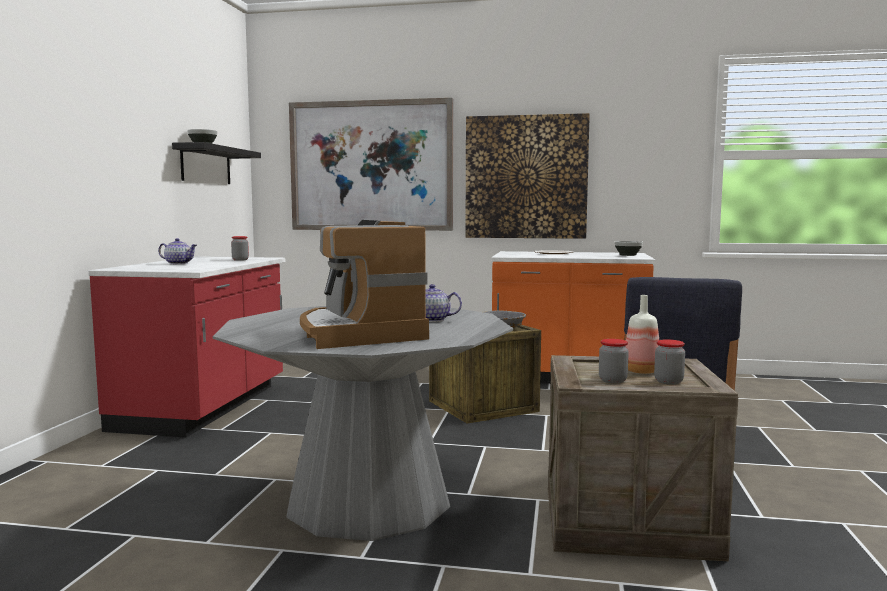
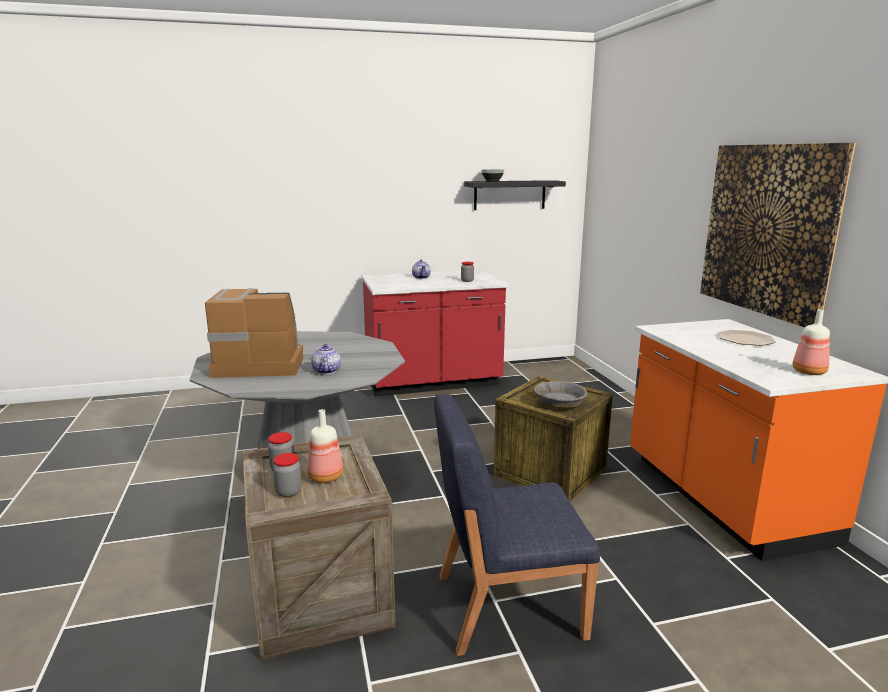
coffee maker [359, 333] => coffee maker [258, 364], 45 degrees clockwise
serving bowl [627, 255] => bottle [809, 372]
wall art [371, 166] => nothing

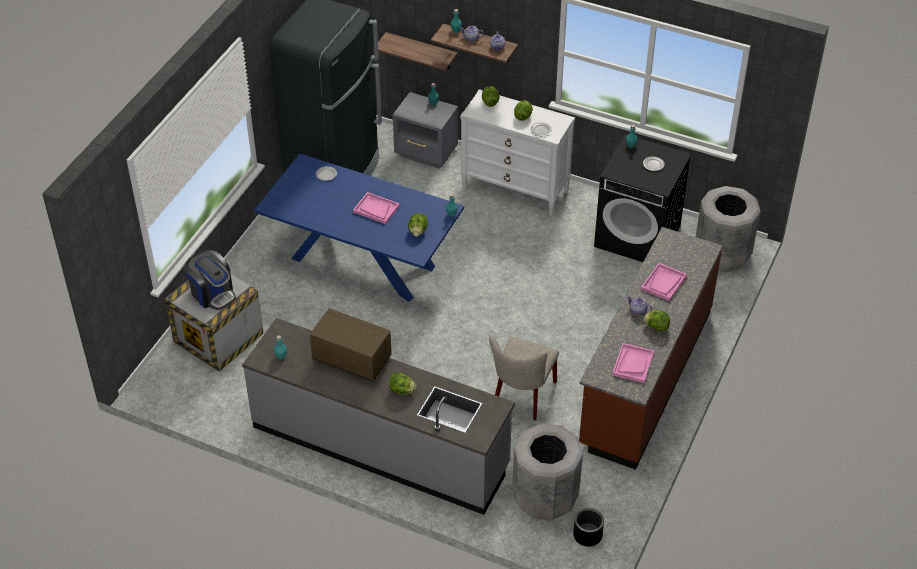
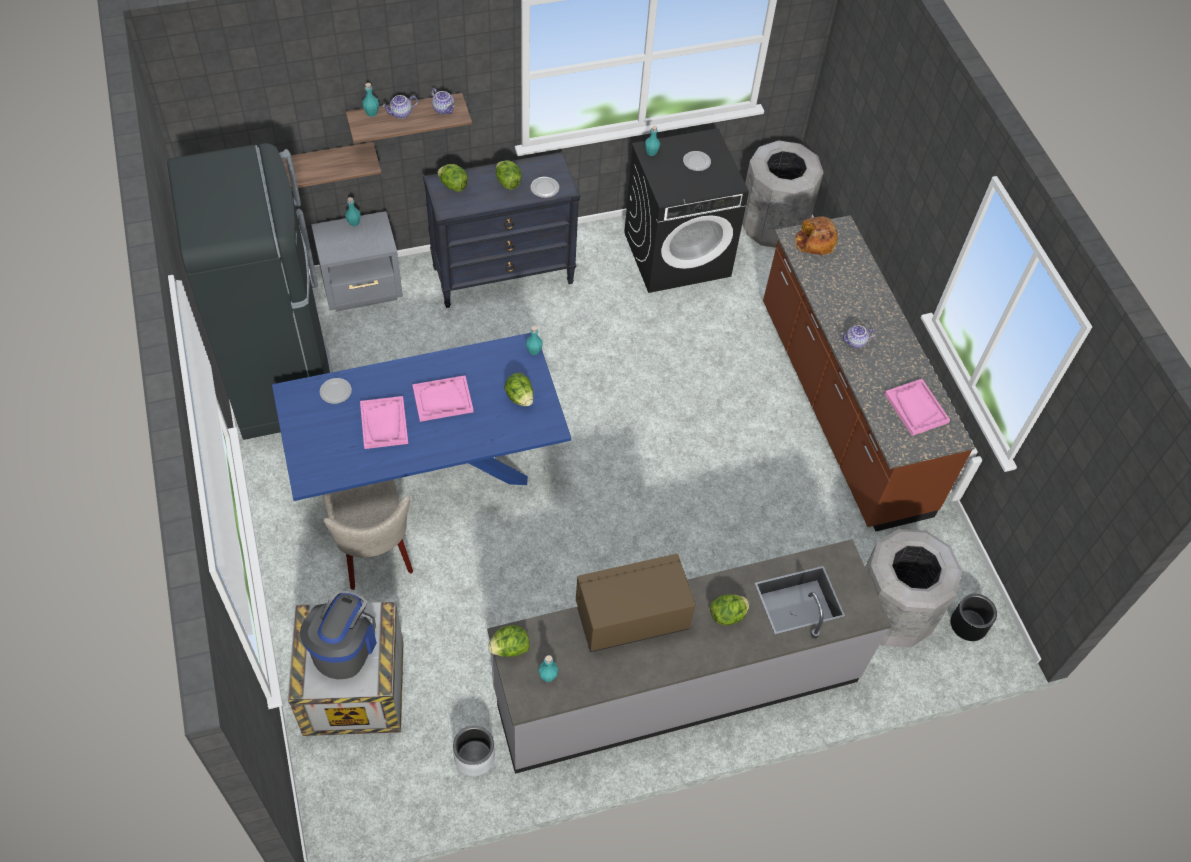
coffee maker [212, 293] => coffee maker [344, 647], 75 degrees counterclockwise
beige plain chair [522, 397] => beige plain chair [375, 554], shifted
pink-coloured serving tray [663, 283] => pink-coloured serving tray [384, 423], shifted
whitish chest of drawers [515, 189] => black-coloured chest of drawers [504, 275]
nothing => grey flower pot [474, 757]
lettuce [656, 327] => lettuce [509, 648], shifted
nothing => bread [814, 242]

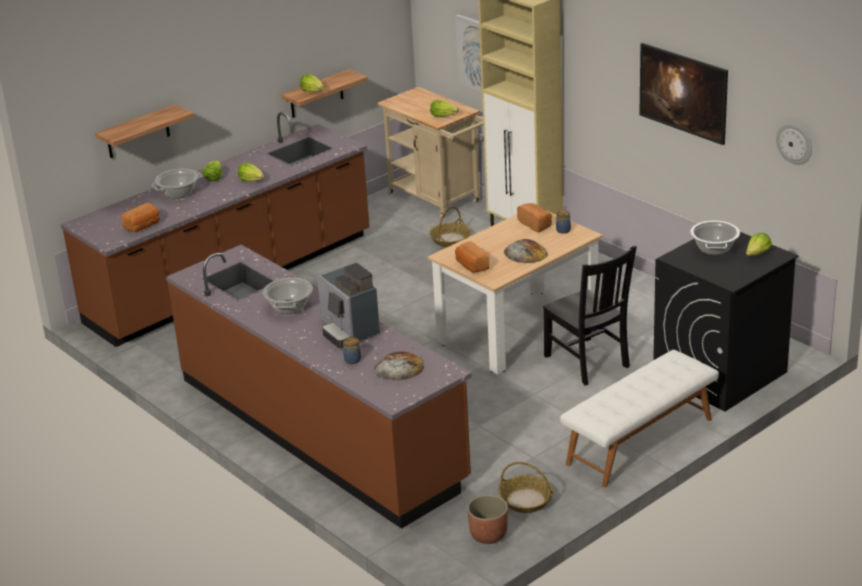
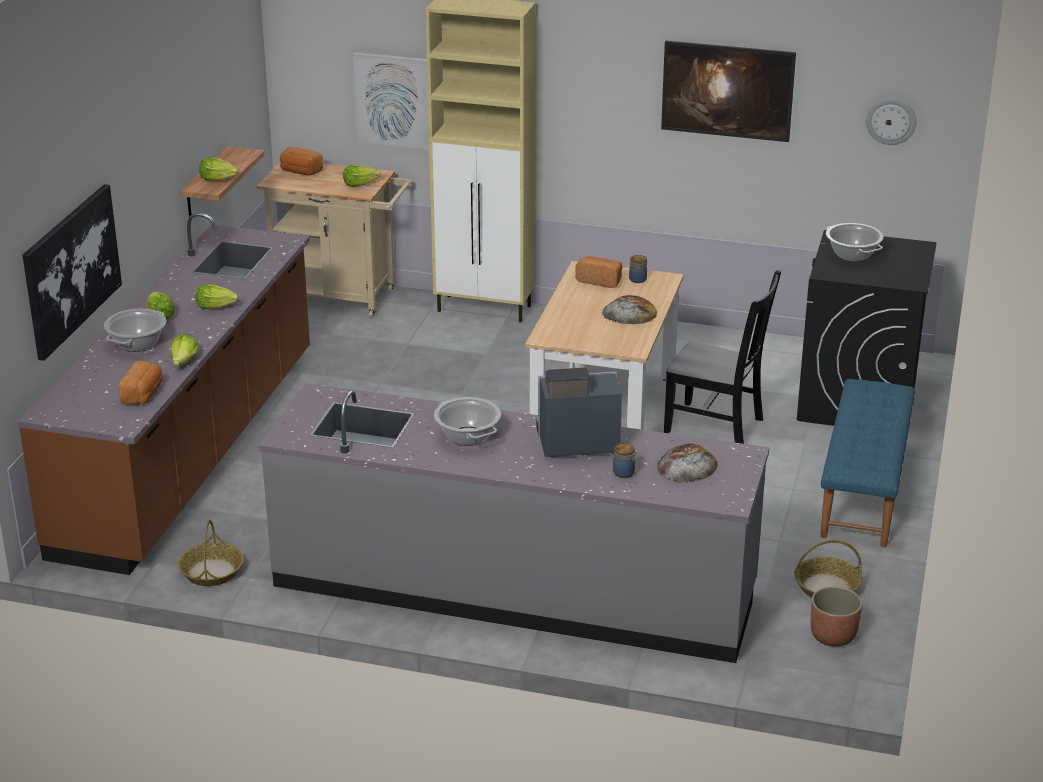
shelf [137, 132] => wall art [71, 270]
lettuce [757, 254] => lettuce [184, 361], shifted
storage basket [450, 239] => storage basket [211, 571], shifted
brown-coloured kitchen base unit [321, 429] => grey kitchen base unit [514, 588]
bread [471, 266] => bread [300, 171], shifted
coffee maker [348, 331] => coffee maker [574, 443], 150 degrees clockwise
whitish long seat [640, 442] => blue-coloured long seat [864, 490]

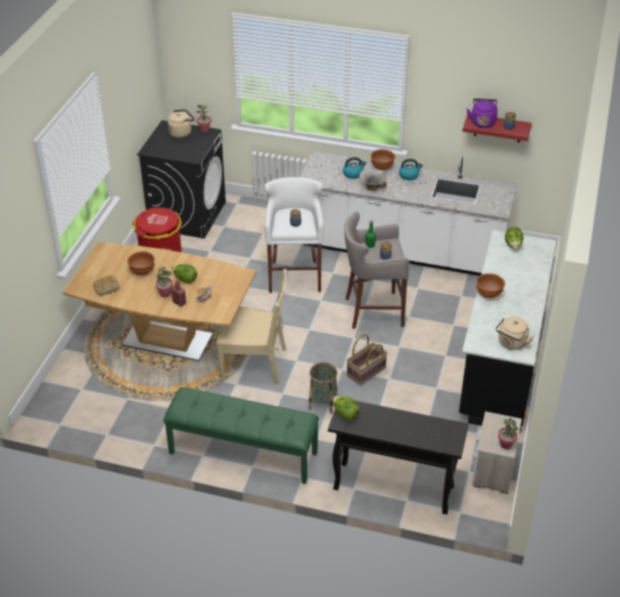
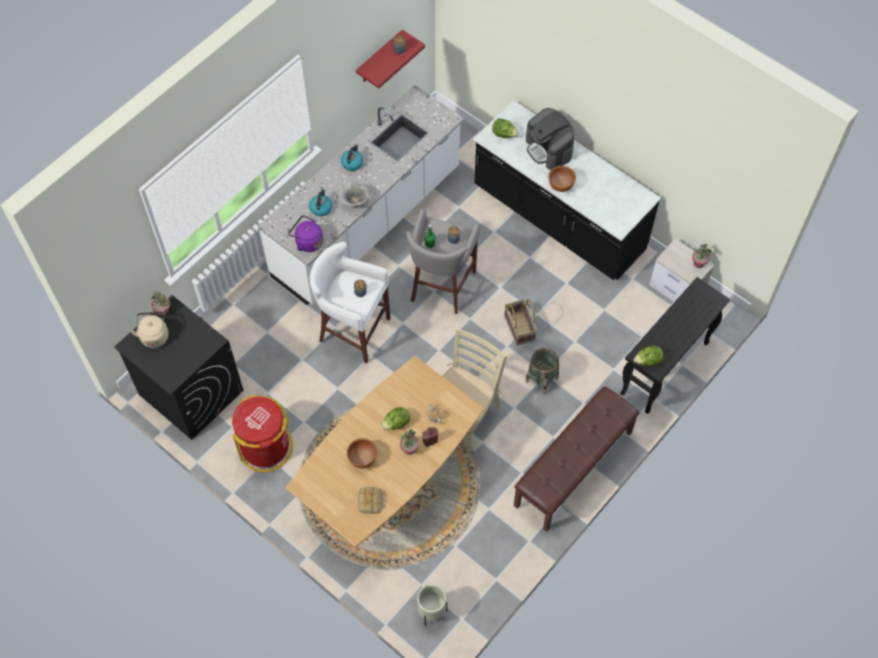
purple water kettle [482, 122] => purple water kettle [307, 242], shifted
nothing => beige flower pot [431, 612]
greenish long seat [242, 453] => brown-coloured long seat [574, 469]
nothing => coffee maker [549, 149]
brown-coloured serving bowl [382, 168] => nothing
beige water kettle [511, 343] => nothing

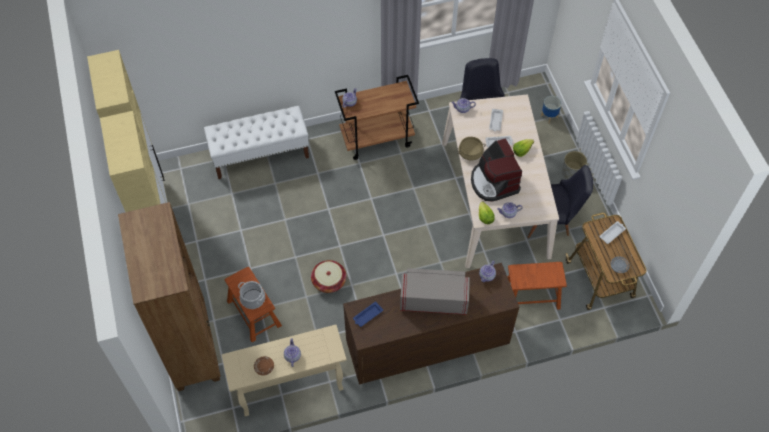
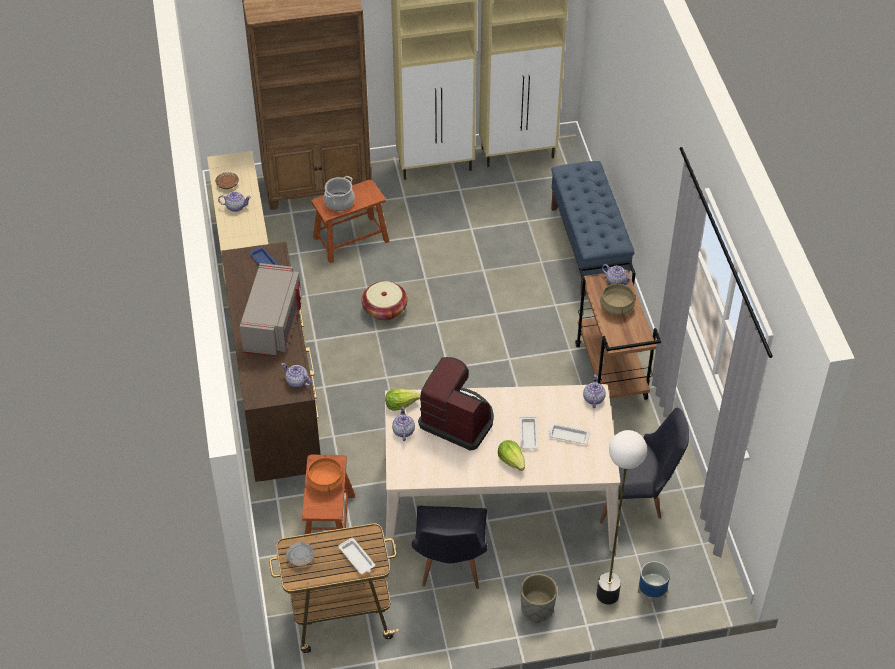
nothing => orange saucepot [326, 482]
coffee maker [493, 182] => coffee maker [458, 420], 45 degrees clockwise
whitish long seat [260, 154] => blue-coloured long seat [588, 248]
nothing => standing lamp [607, 595]
beige saucepot [470, 153] => beige saucepot [616, 307], shifted

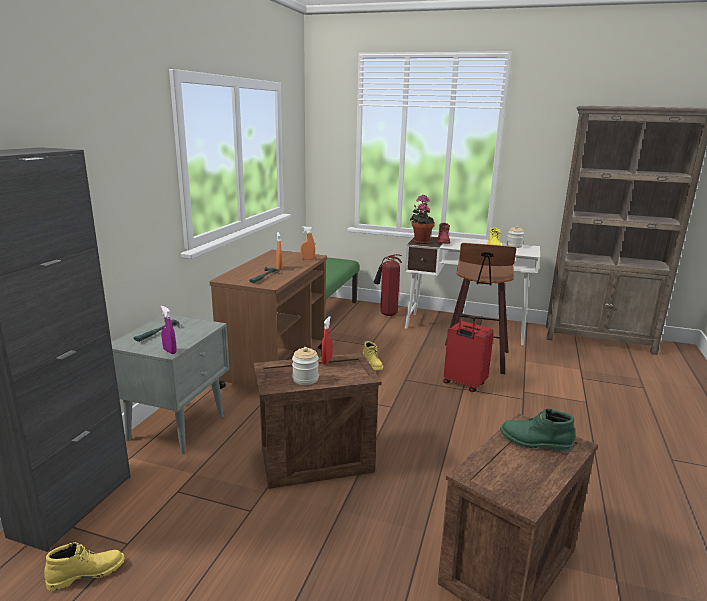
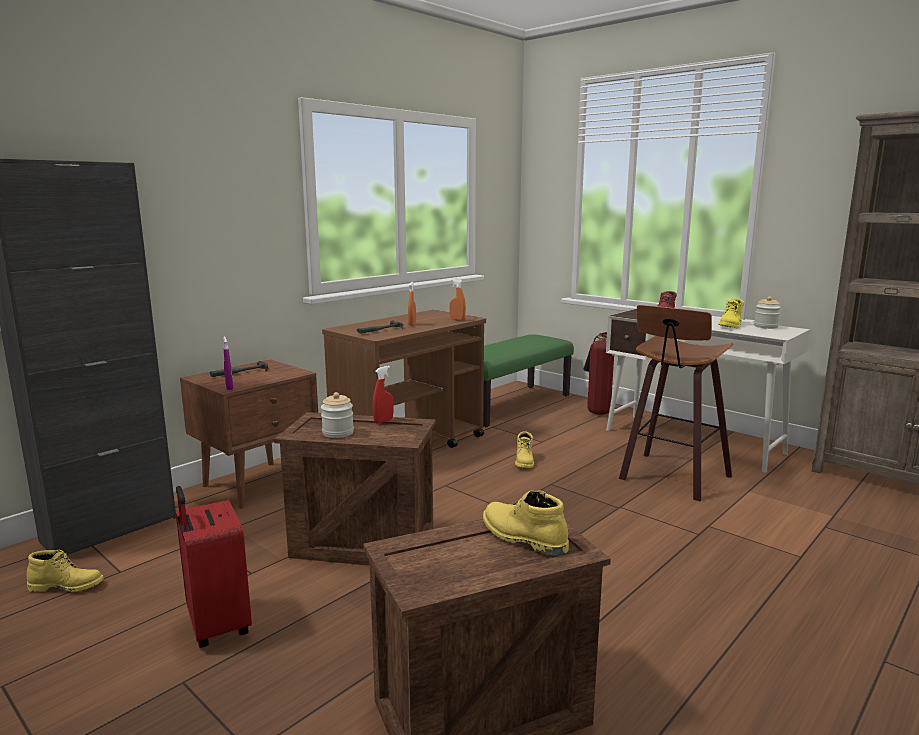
reddish travel case [464, 384] => reddish travel case [216, 626], shifted
grey nightstand [178, 426] => brown-coloured nightstand [259, 484]
greenish tall boot [535, 442] => yellow-coloured tall boot [522, 537]
potted plant [420, 241] => nothing

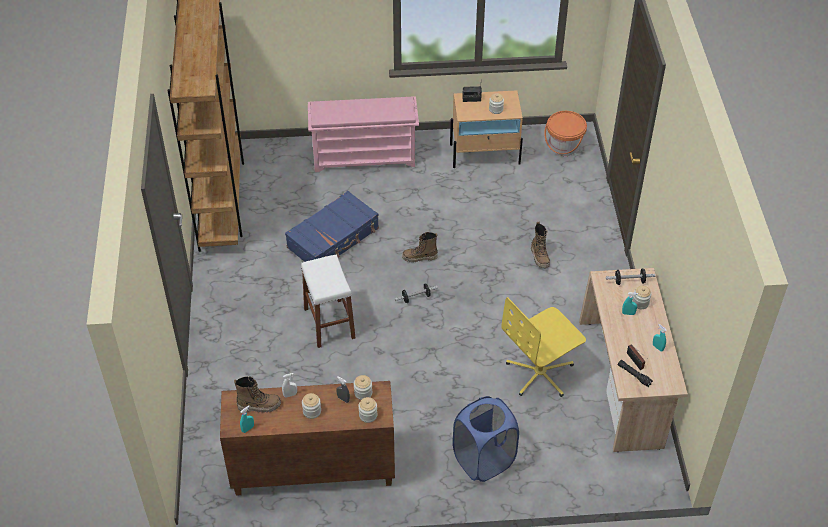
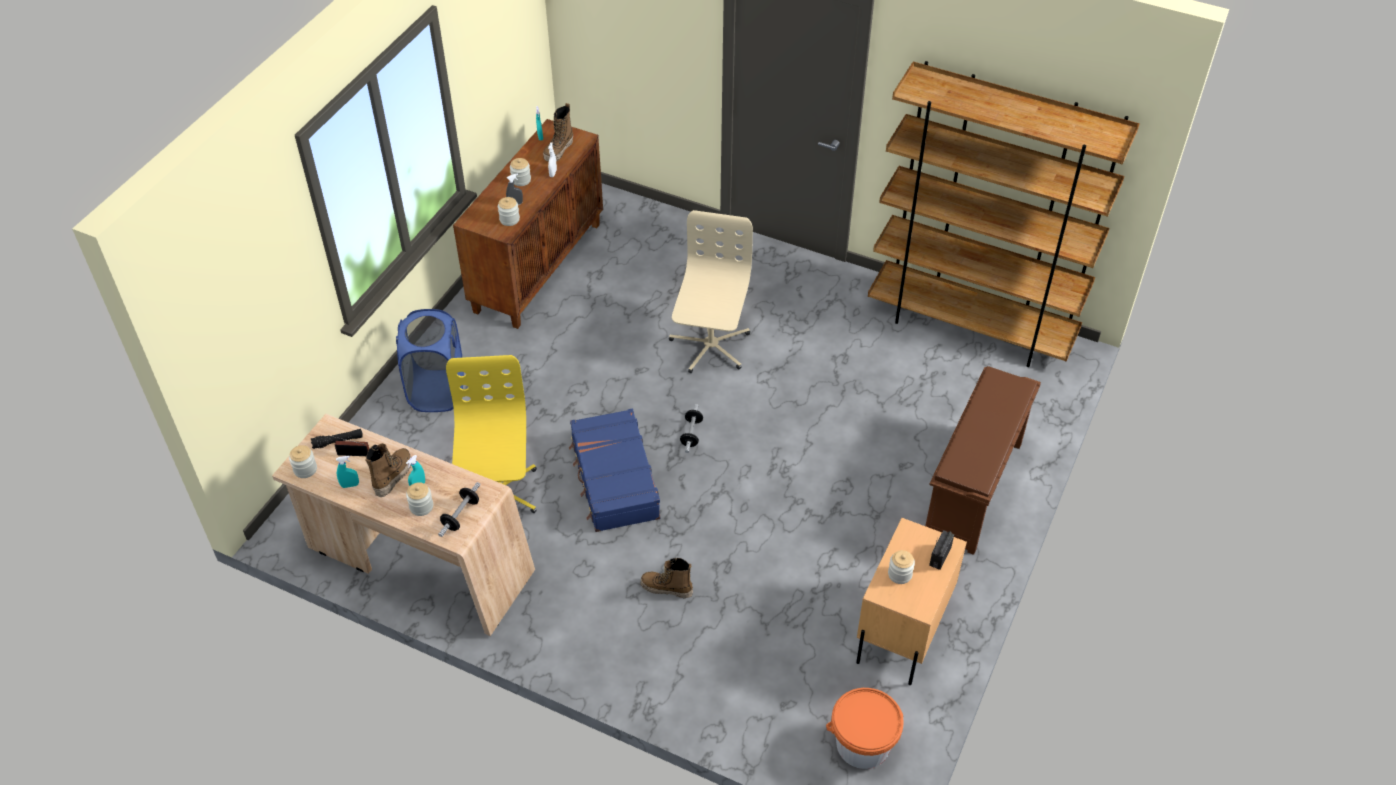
storage jar [368, 415] => storage jar [305, 469], shifted
tall boot [419, 258] => tall boot [392, 476], shifted
blue-coloured travel case [333, 238] => blue-coloured travel case [614, 479], shifted
whitish stool [329, 323] => beige desk chair [710, 346]
pink-coloured shoe rack [365, 157] => brown-coloured shoe rack [973, 490]

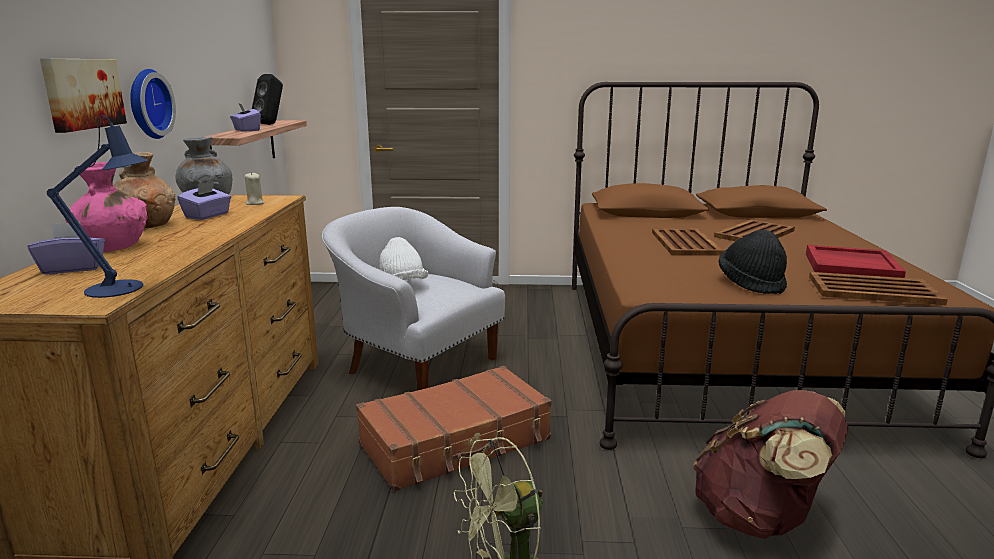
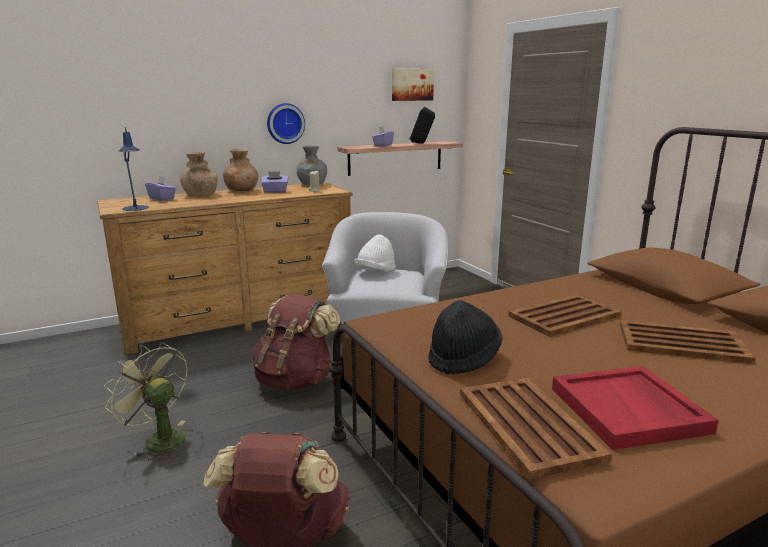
pink-coloured decorative vase [113, 247] => brown-coloured decorative vase [200, 195]
brown-coloured travel case [456, 443] => brown-coloured rucksack [295, 380]
wall art [82, 93] => wall art [412, 84], shifted

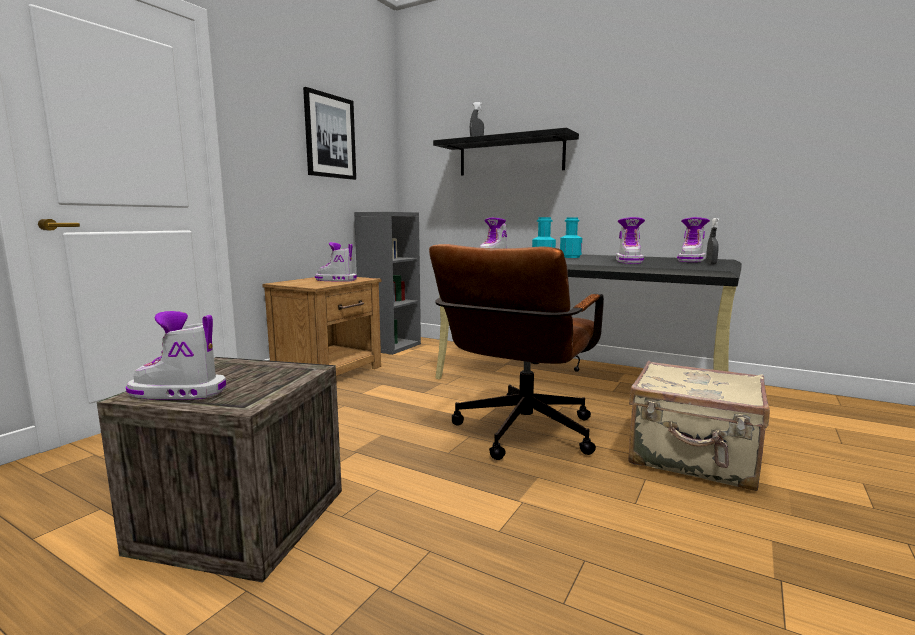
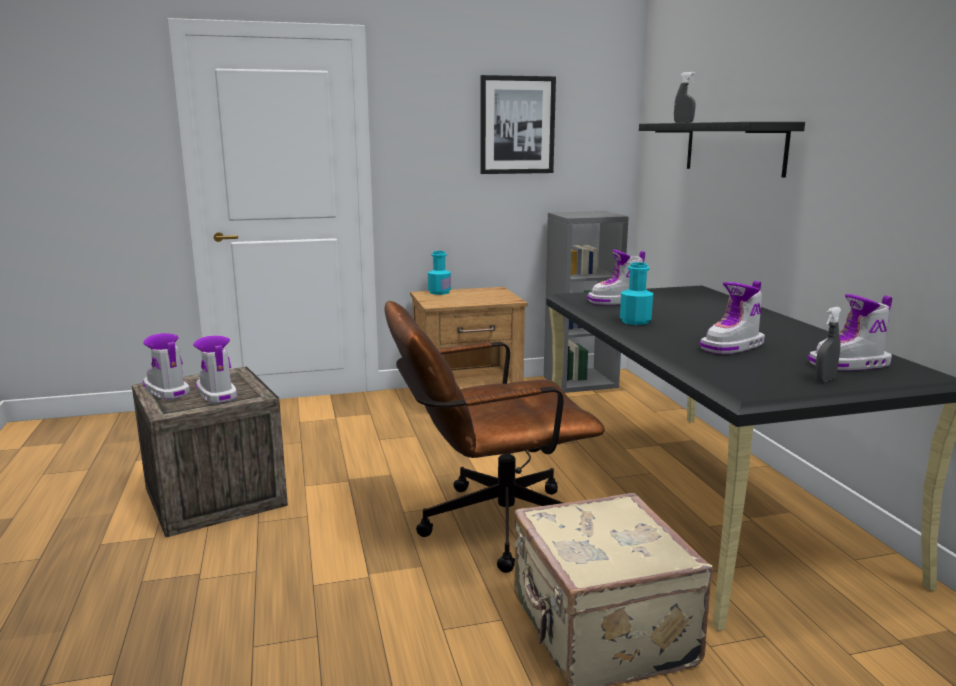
tall boot [336, 280] => tall boot [216, 394], shifted
turquoise bottle [570, 257] => turquoise bottle [439, 292], shifted

